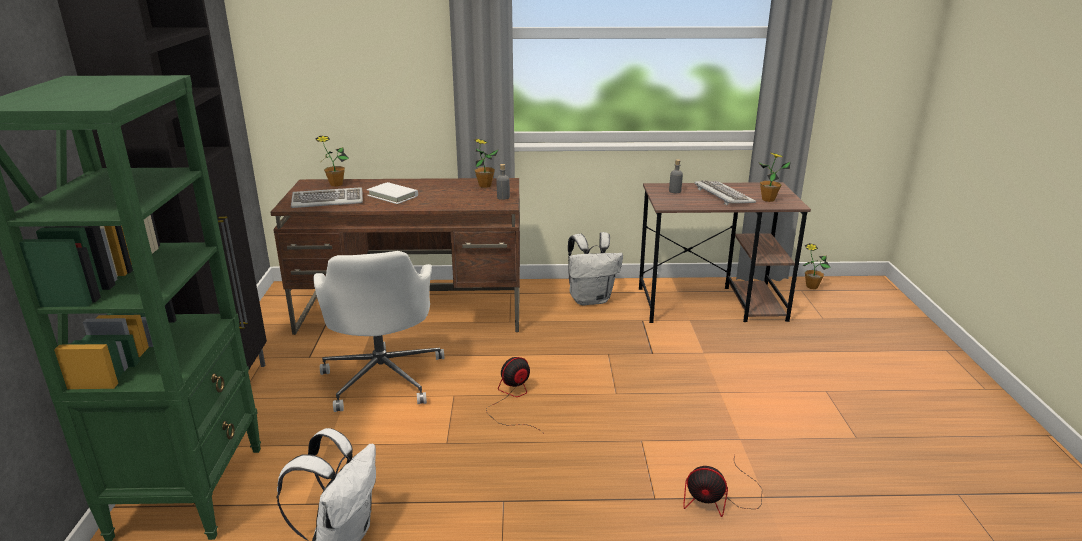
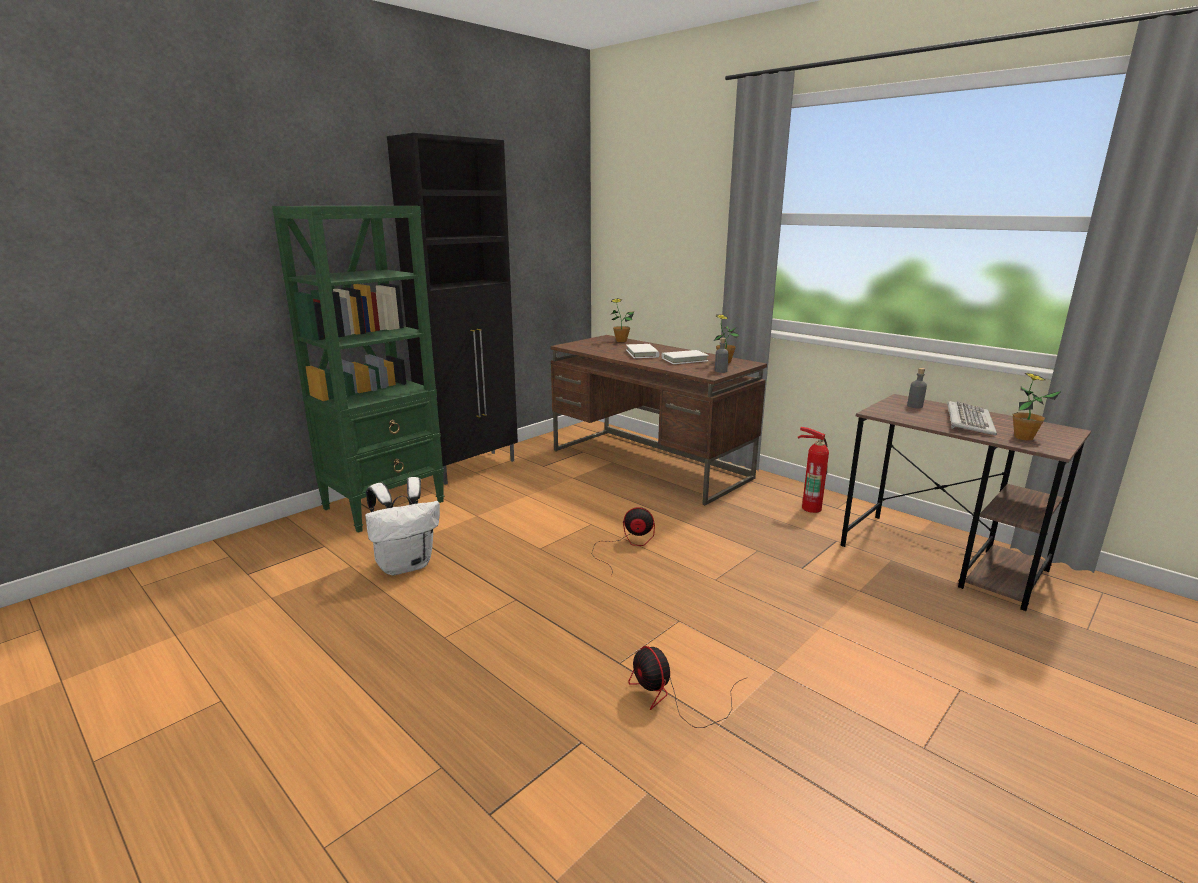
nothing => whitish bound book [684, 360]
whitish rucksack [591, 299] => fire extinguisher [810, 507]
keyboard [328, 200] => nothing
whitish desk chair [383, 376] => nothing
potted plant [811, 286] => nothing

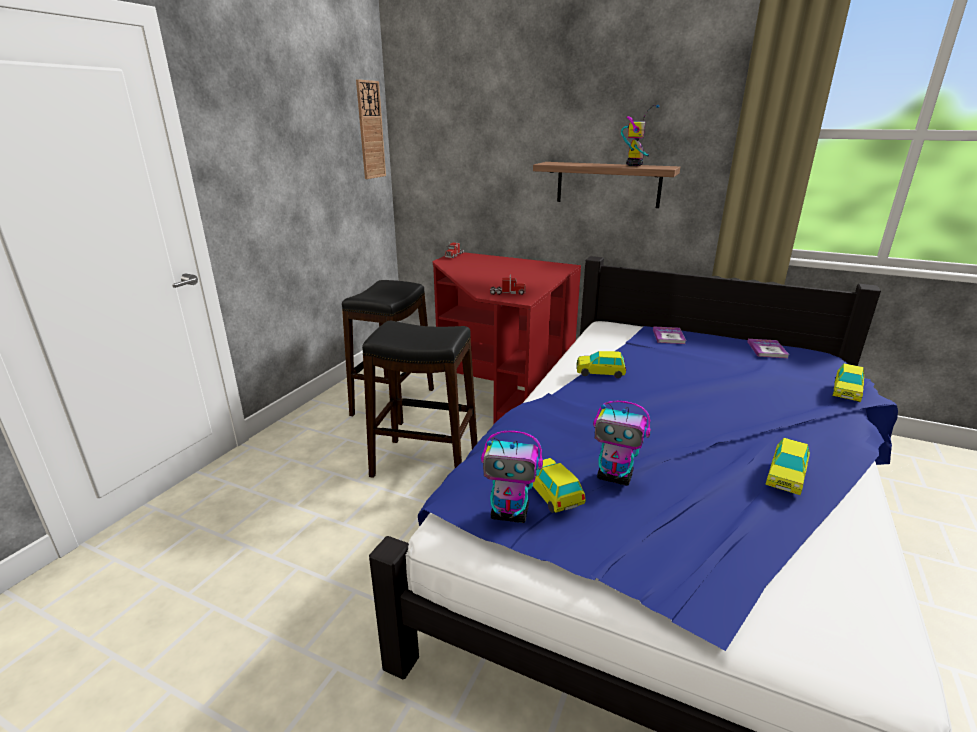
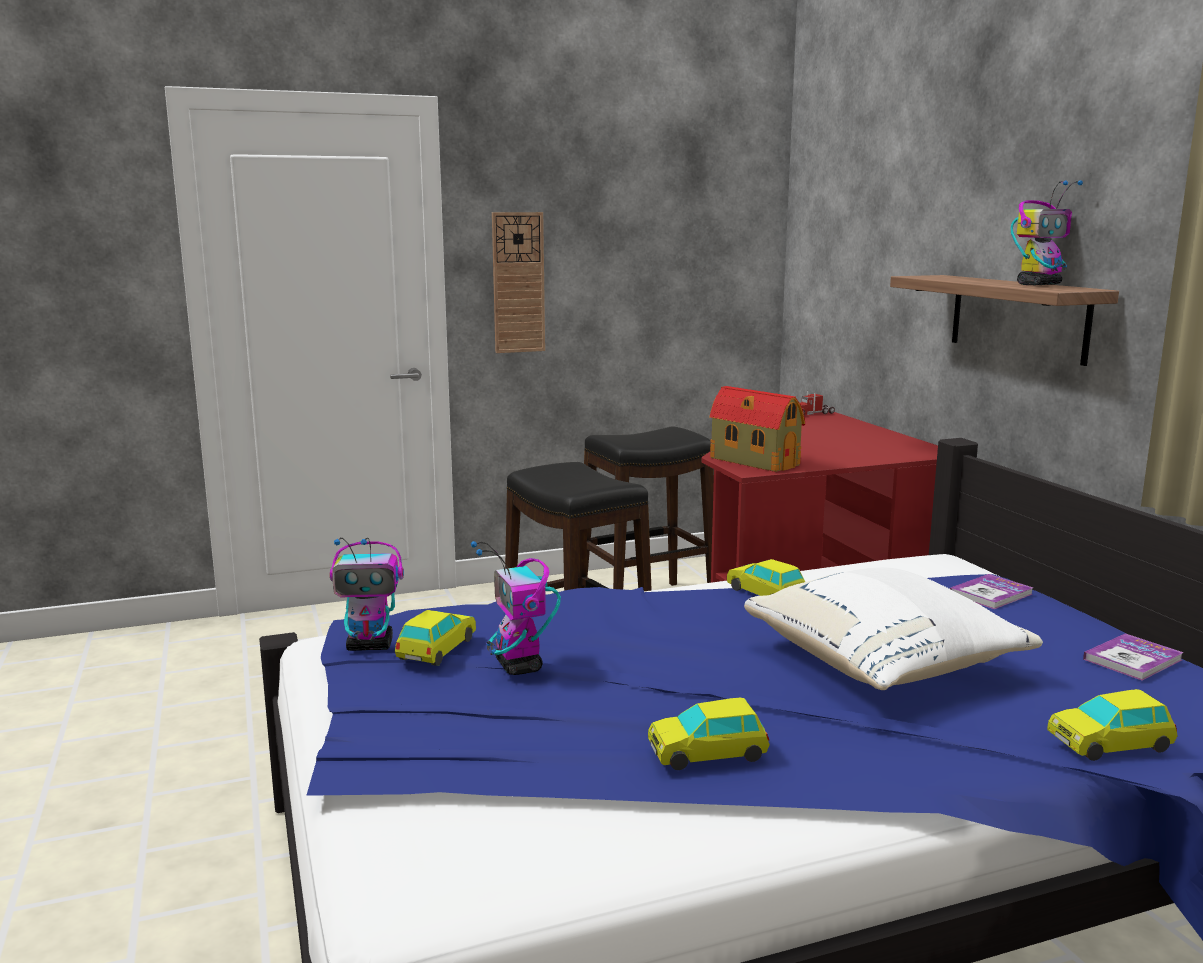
toy robot [510, 514] => toy robot [371, 645], 60 degrees counterclockwise
hanging clock [370, 130] => hanging clock [518, 283], shifted
toy truck [507, 293] => miniature house [753, 461]
nothing => whitish cushion [885, 666]

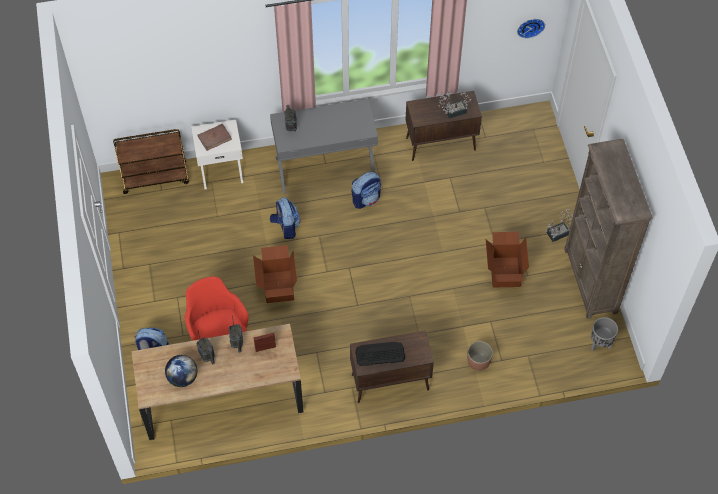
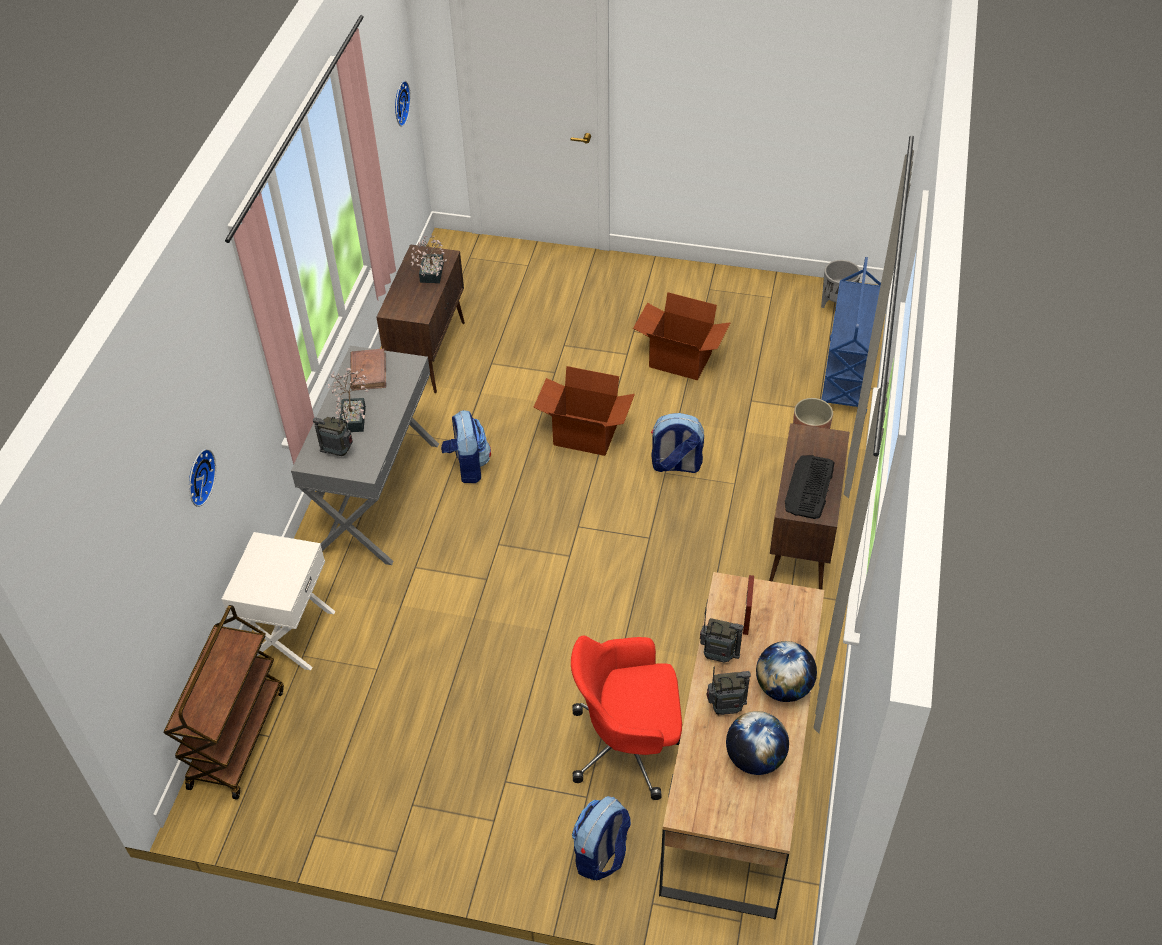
nothing => hanging clock [198, 476]
potted plant [560, 233] => potted plant [354, 416], shifted
brown-coloured bound book [215, 138] => brown-coloured bound book [368, 371], shifted
carton [277, 287] => carton [585, 435], shifted
rucksack [286, 227] => rucksack [675, 465], shifted
nothing => world globe [783, 687]
nothing => blue-coloured cart [847, 379]
brown-coloured bookshelf [590, 281] => nothing

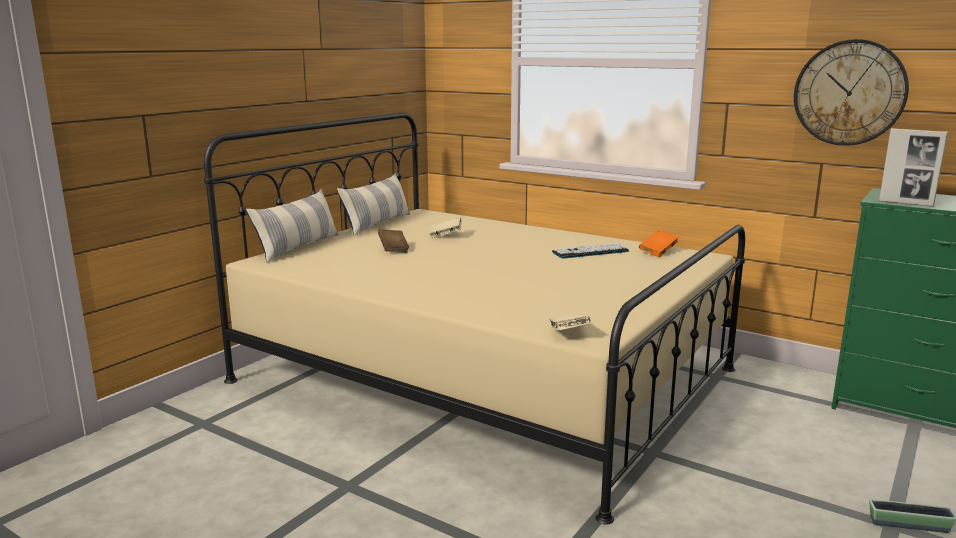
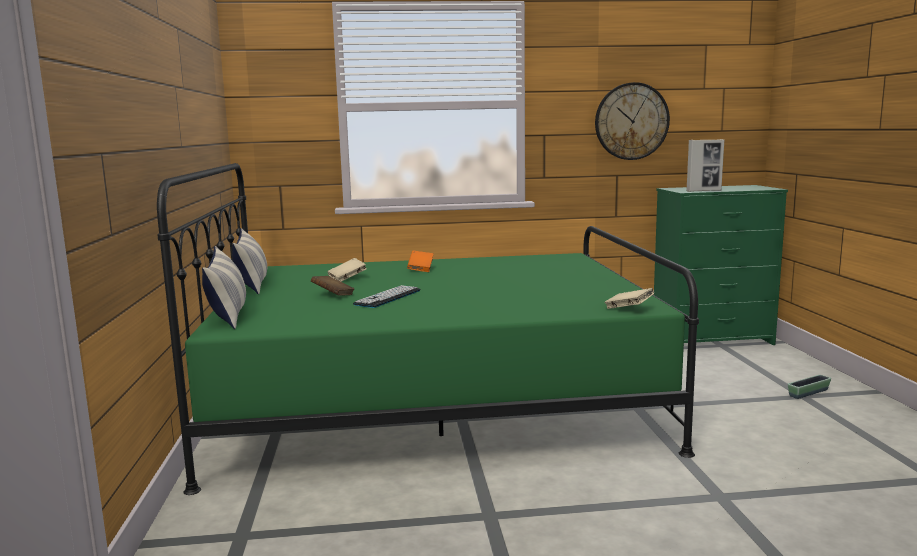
beige bed [483, 375] => greenish bed [434, 402]
keyboard [590, 252] => keyboard [388, 297], shifted
orange bound book [658, 252] => orange bound book [421, 269], shifted

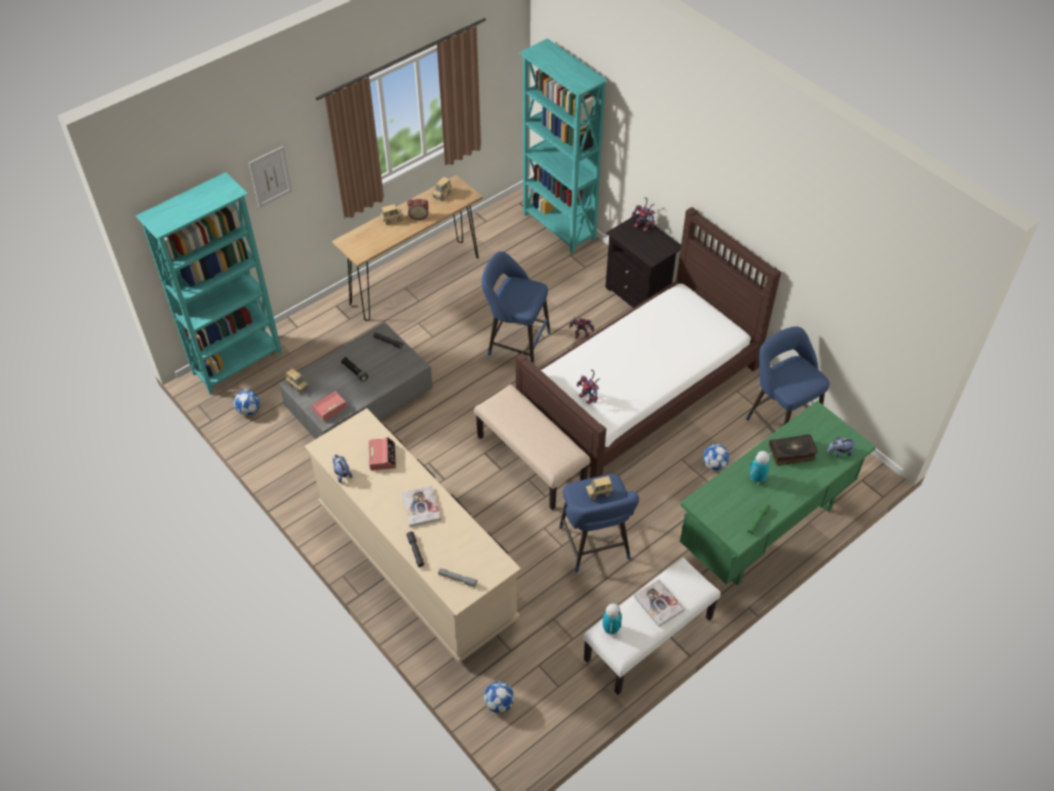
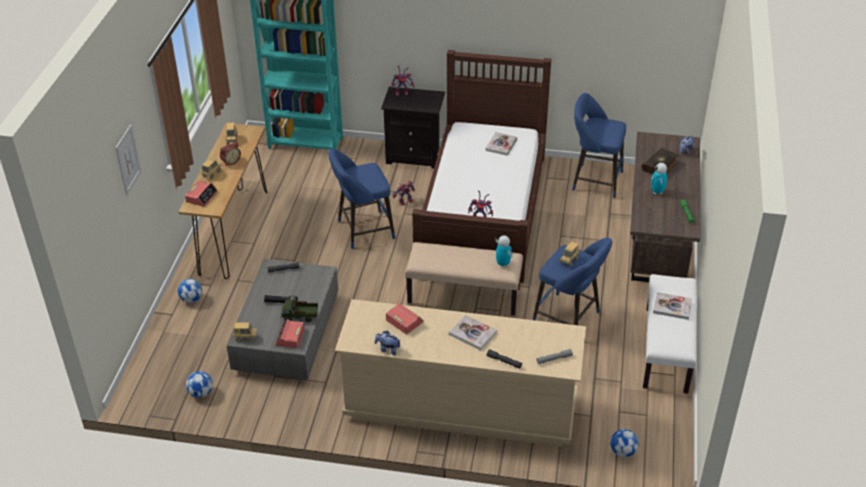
ball for football [714, 464] => ball for football [191, 299], shifted
nothing => table clock [201, 197]
nothing => toy truck [300, 317]
nothing => bound book [501, 144]
toy robot [611, 629] => toy robot [503, 264], shifted
greenish desk table [764, 529] => brown-coloured desk table [657, 245]
turquoise bookshelf [239, 363] => nothing

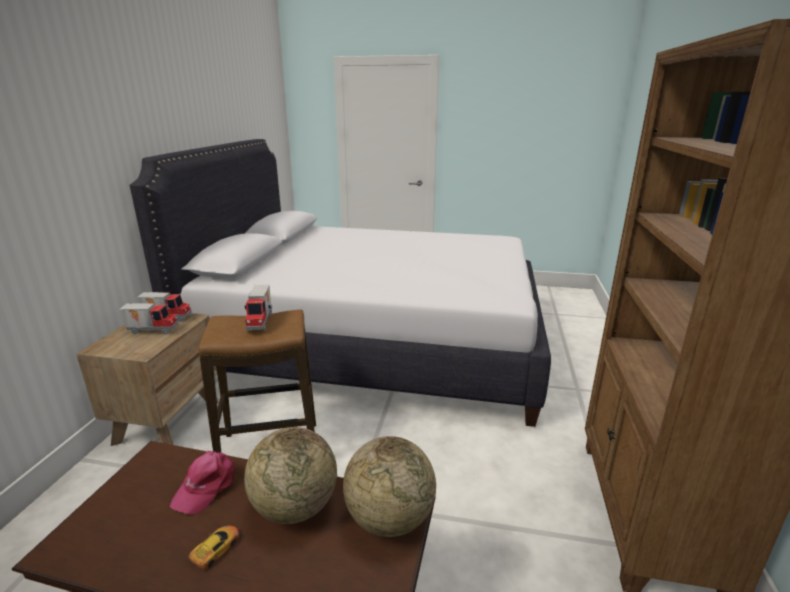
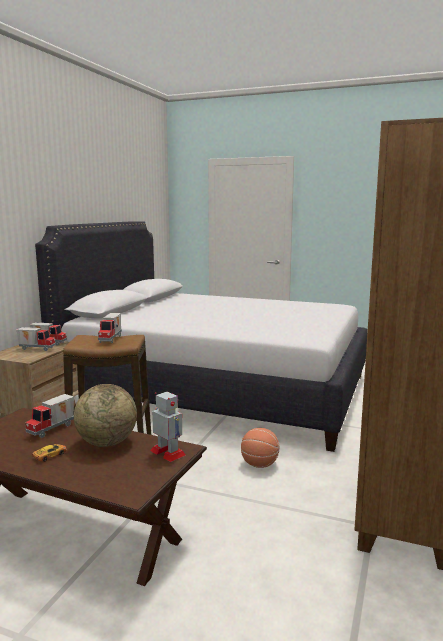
pink-coloured cap [206, 486] => toy truck [52, 429]
world globe [389, 518] => toy robot [168, 453]
nothing => basketball [260, 464]

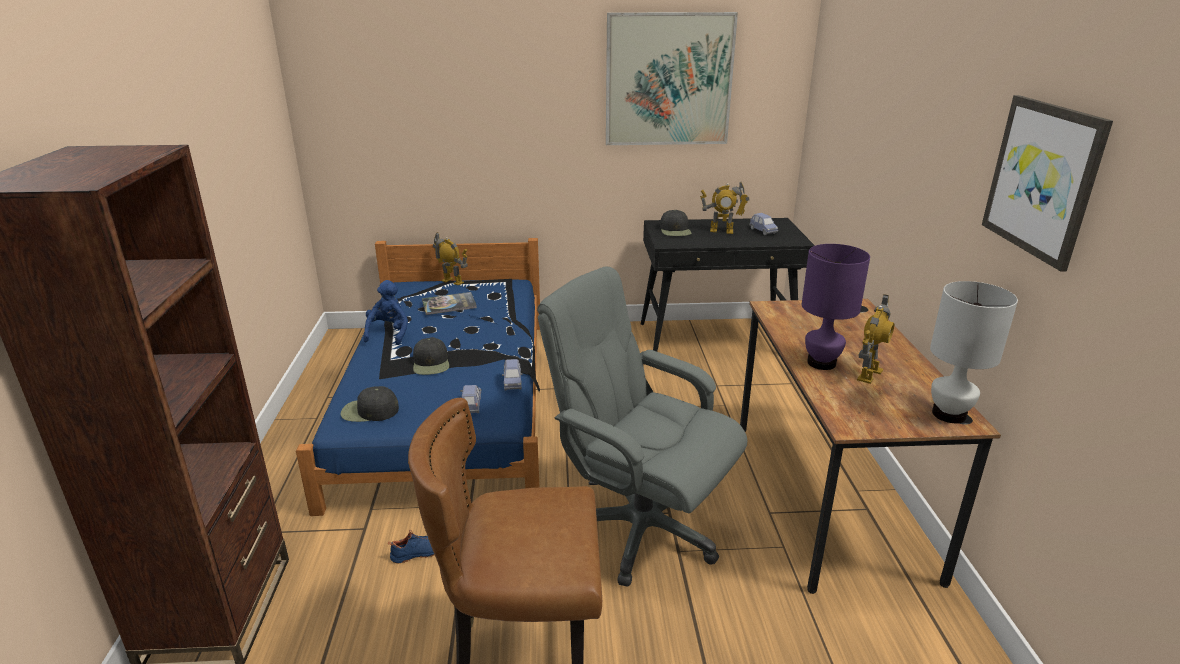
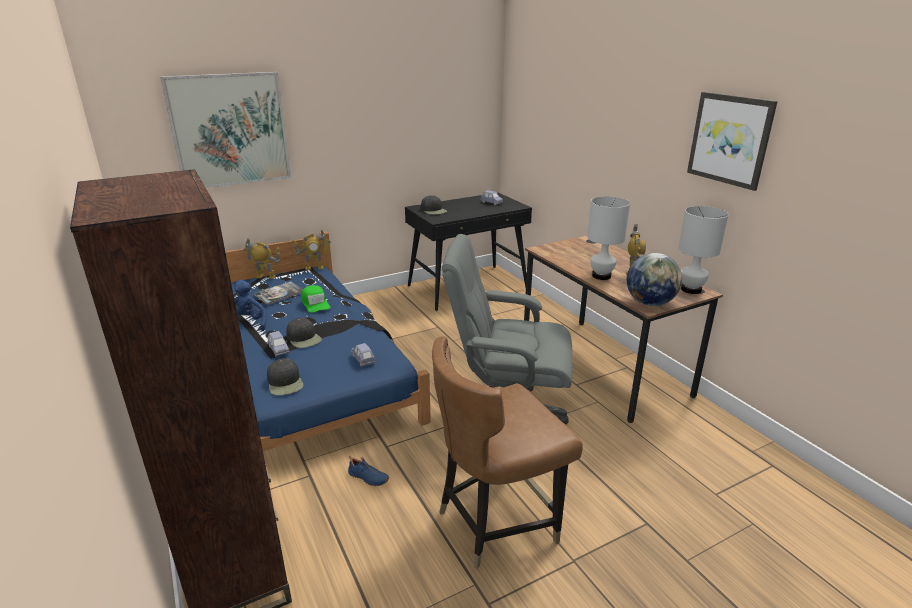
wall art [668, 80] => wall art [230, 130], shifted
blue-coloured model car [512, 383] => blue-coloured model car [279, 350], shifted
black-coloured cap [369, 411] => black-coloured cap [285, 383], 90 degrees counterclockwise
toy robot [721, 231] => toy robot [314, 268], shifted
nothing => greenish cap [315, 303]
blue-coloured item of footwear [420, 553] => blue-coloured item of footwear [367, 478], 75 degrees clockwise
purple table lamp [821, 362] => whitish table lamp [601, 276]
nothing => world globe [650, 303]

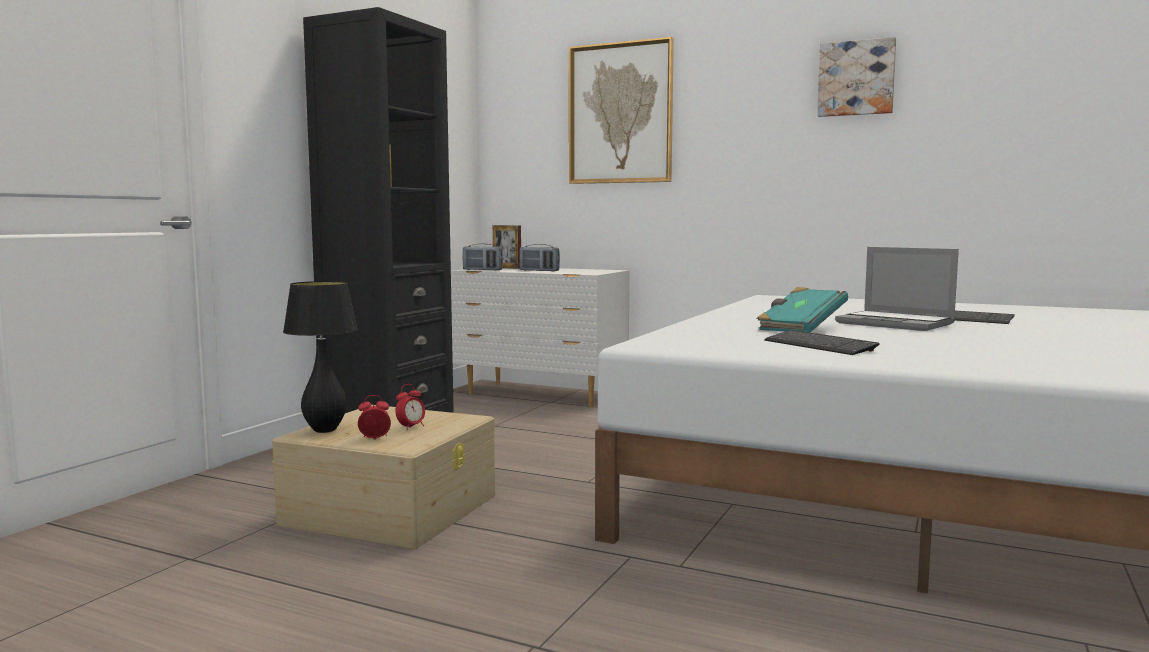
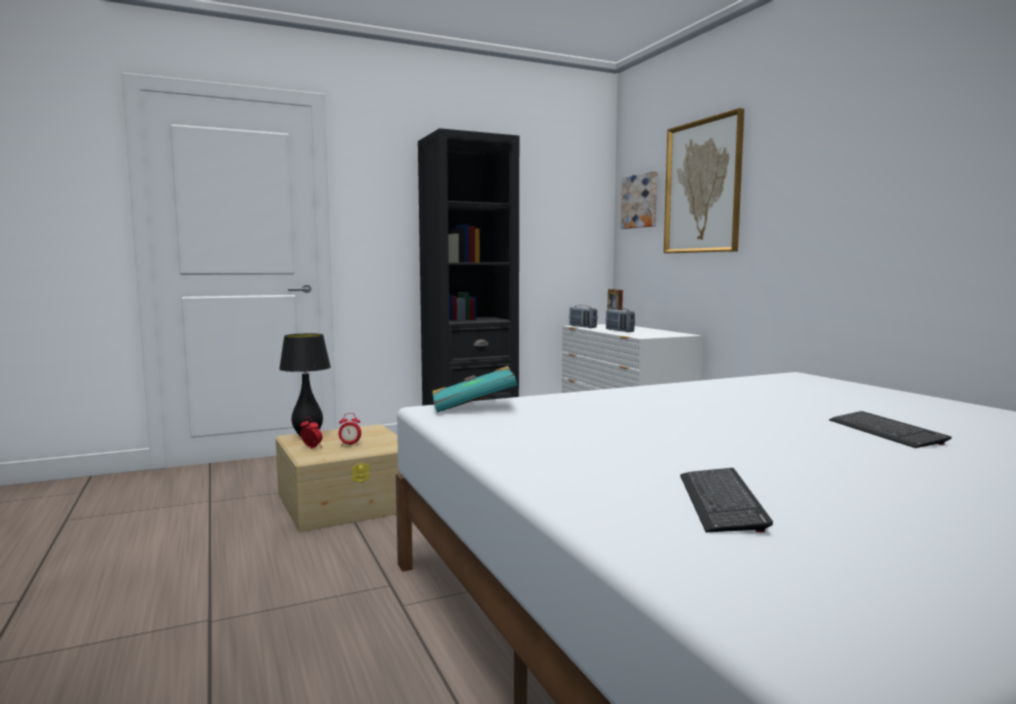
turquoise bound book [800, 328] => turquoise bound book [473, 407], shifted
wall art [856, 78] => wall art [641, 201], shifted
keyboard [819, 345] => keyboard [720, 502], shifted
notebook computer [896, 323] => nothing

